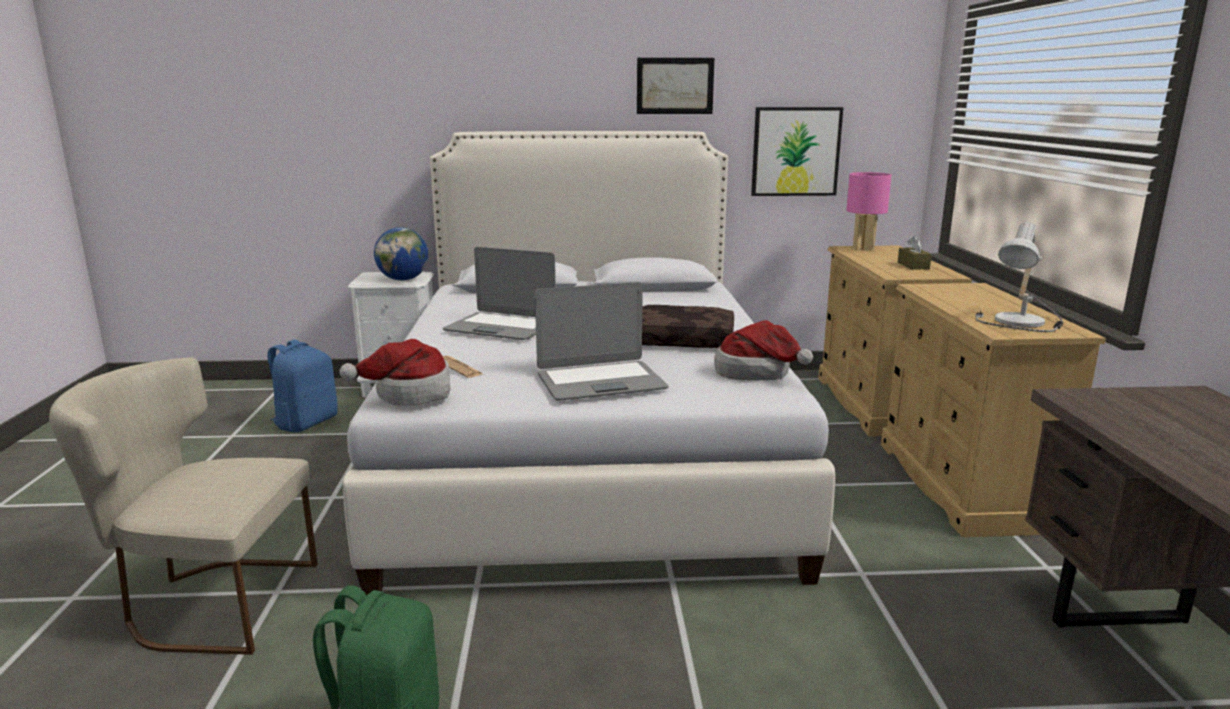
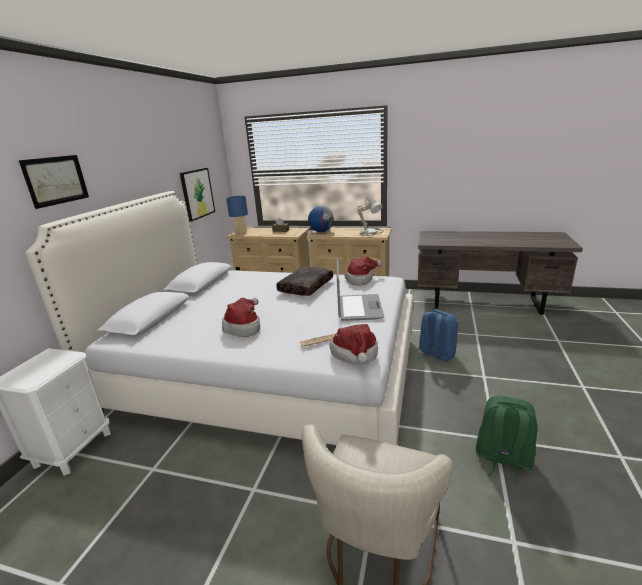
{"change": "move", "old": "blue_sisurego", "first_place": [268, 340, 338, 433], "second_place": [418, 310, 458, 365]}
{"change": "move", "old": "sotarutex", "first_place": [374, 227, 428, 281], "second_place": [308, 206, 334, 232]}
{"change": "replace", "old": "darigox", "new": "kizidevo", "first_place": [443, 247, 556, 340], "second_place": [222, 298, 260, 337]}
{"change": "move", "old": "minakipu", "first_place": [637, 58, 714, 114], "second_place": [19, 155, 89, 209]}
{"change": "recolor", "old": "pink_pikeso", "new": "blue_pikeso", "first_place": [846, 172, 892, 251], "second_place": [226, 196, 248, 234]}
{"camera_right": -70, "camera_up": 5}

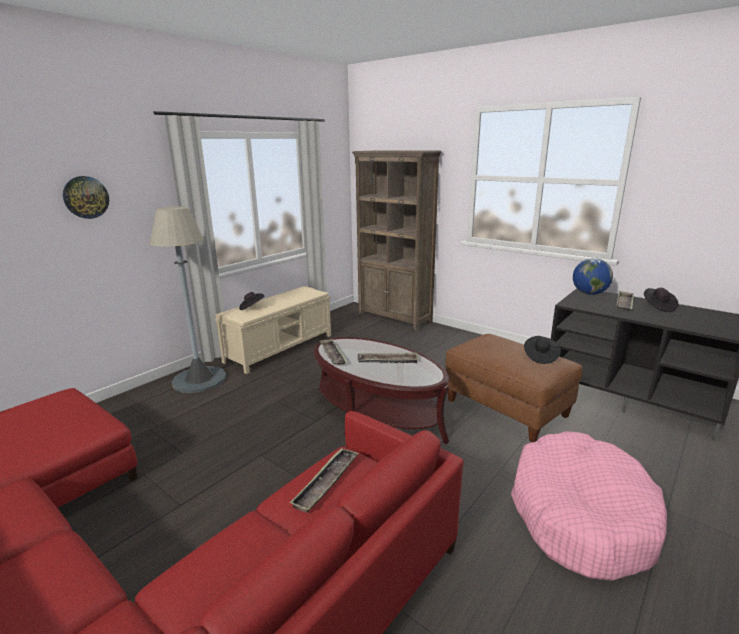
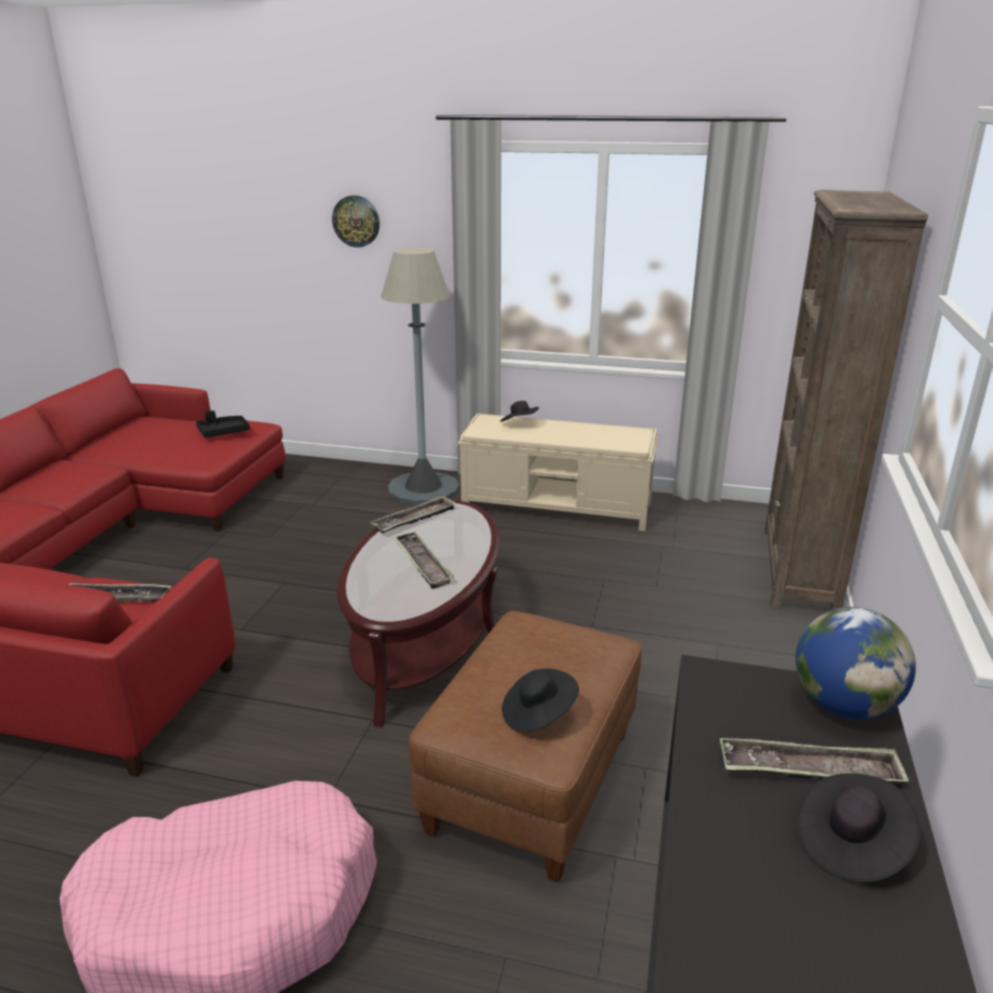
{"change": "insert", "new": "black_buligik", "second_place": [196, 410, 250, 438]}
{"camera_right": 65, "camera_up": 5}

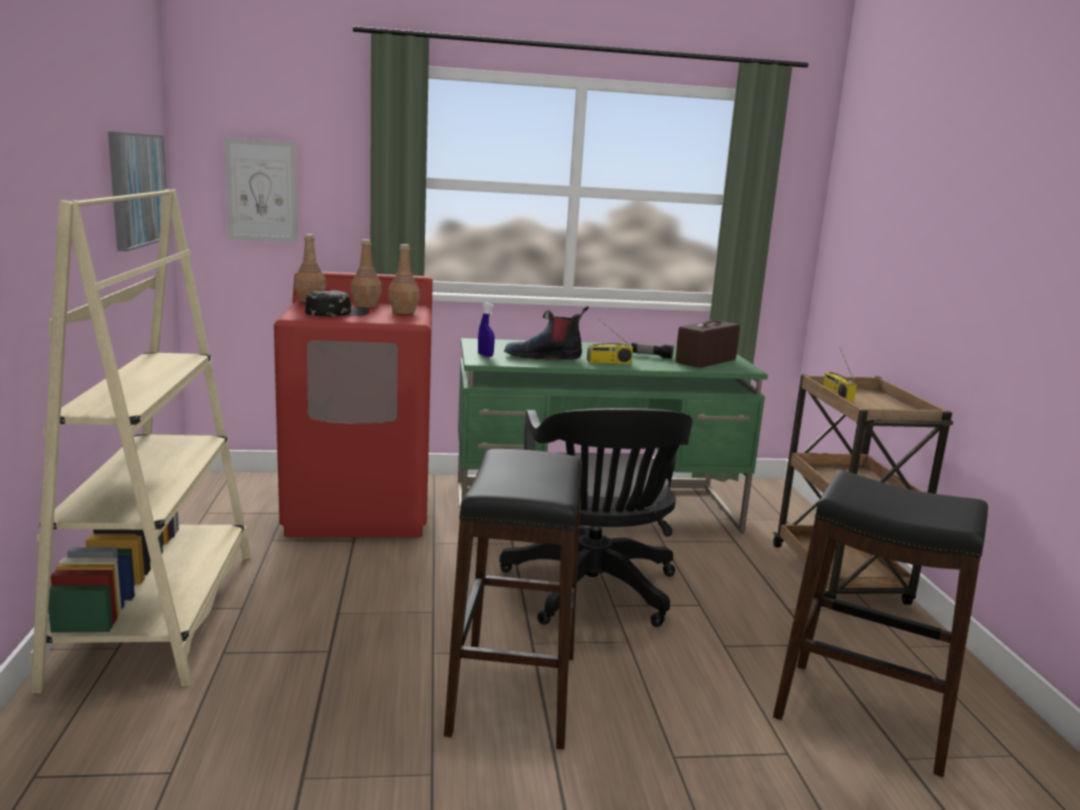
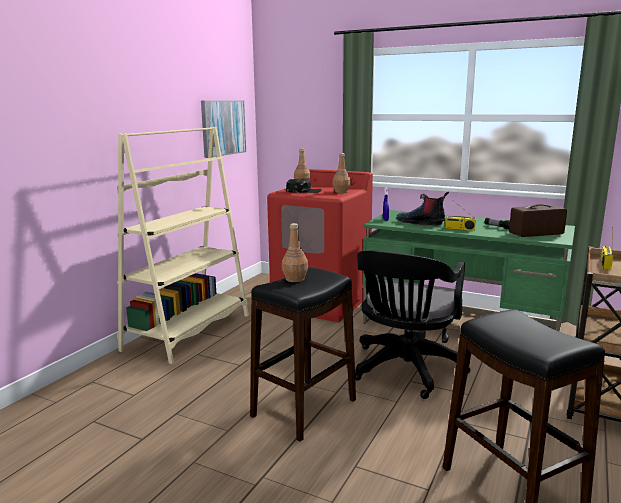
{"change": "delete", "old": "minakipu", "first_place": [224, 138, 297, 243]}
{"change": "move", "old": "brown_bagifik", "first_place": [351, 240, 382, 308], "second_place": [282, 223, 308, 282]}
{"camera_right": 35, "camera_up": 0}

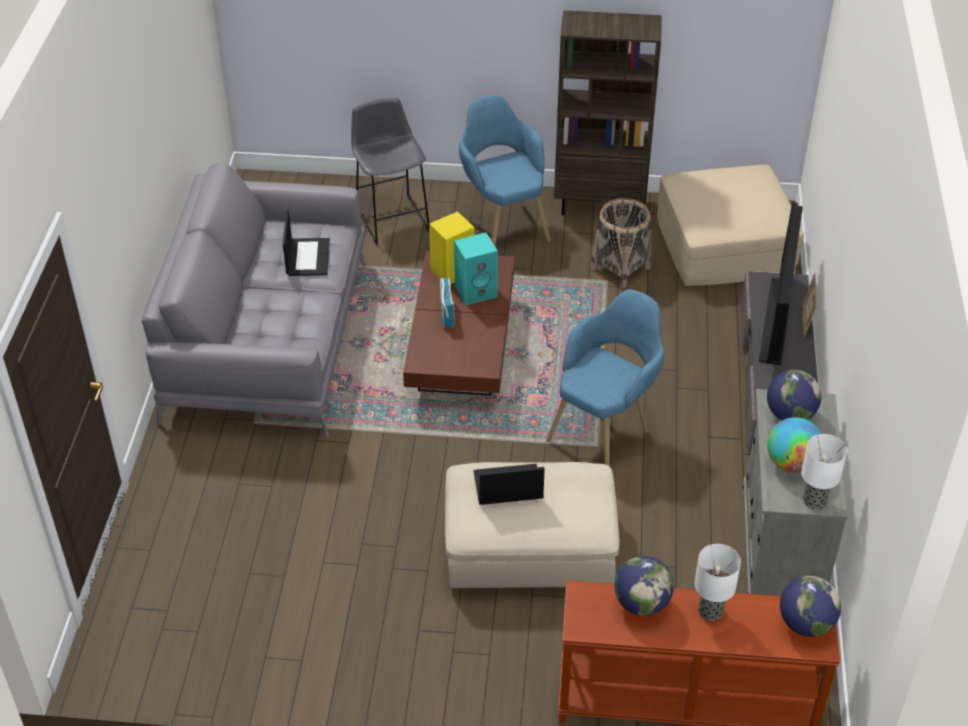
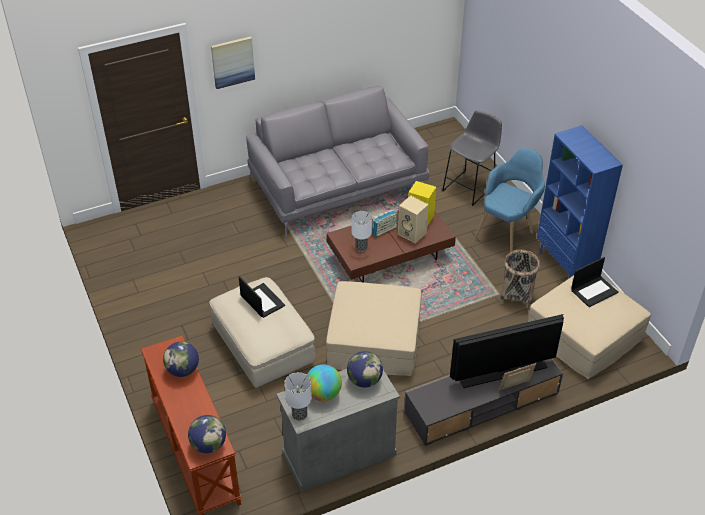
{"change": "move", "old": "darigox", "first_place": [283, 209, 330, 276], "second_place": [571, 257, 618, 307]}
{"change": "recolor", "old": "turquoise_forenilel", "new": "beige_forenilel", "first_place": [454, 233, 498, 305], "second_place": [398, 195, 429, 244]}
{"change": "replace", "old": "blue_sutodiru", "new": "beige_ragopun", "first_place": [546, 289, 664, 466], "second_place": [326, 281, 422, 376]}
{"change": "recolor", "old": "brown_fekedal", "new": "blue_fekedal", "first_place": [554, 10, 662, 215], "second_place": [537, 125, 623, 278]}
{"change": "move", "old": "pikeso", "first_place": [694, 544, 741, 621], "second_place": [351, 211, 372, 252]}
{"change": "insert", "new": "minakipu", "second_place": [211, 36, 255, 89]}
{"camera_right": 60, "camera_up": 0}

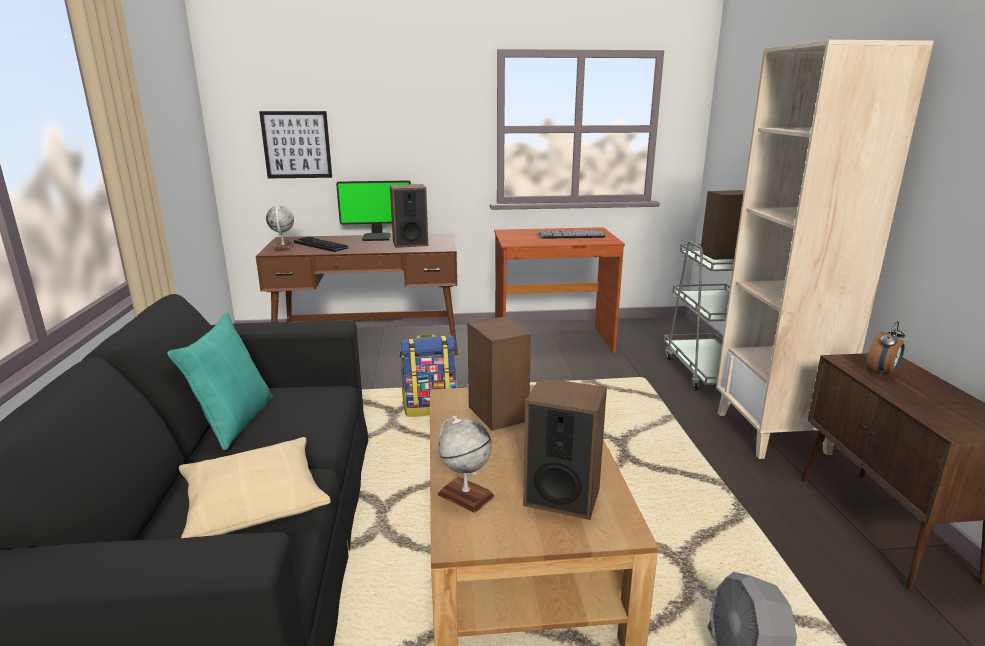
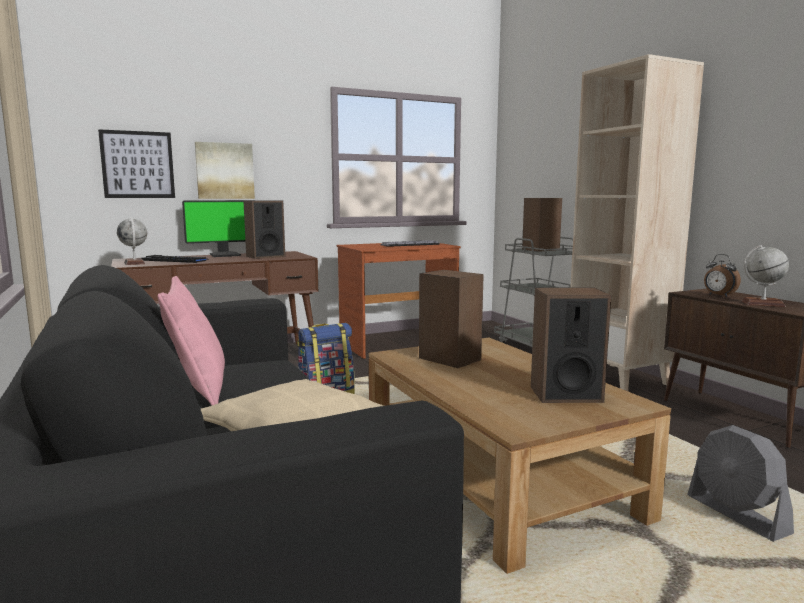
{"change": "recolor", "old": "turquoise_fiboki", "new": "pink_fiboki", "first_place": [167, 312, 273, 450], "second_place": [158, 276, 225, 405]}
{"change": "move", "old": "sotarutex", "first_place": [438, 416, 495, 513], "second_place": [742, 245, 789, 307]}
{"change": "rotate", "old": "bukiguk", "first_place": [866, 321, 905, 376], "second_place": [704, 254, 741, 297], "degrees": 120}
{"change": "insert", "new": "minakipu", "second_place": [195, 142, 255, 199]}
{"camera_right": -20, "camera_up": -10}

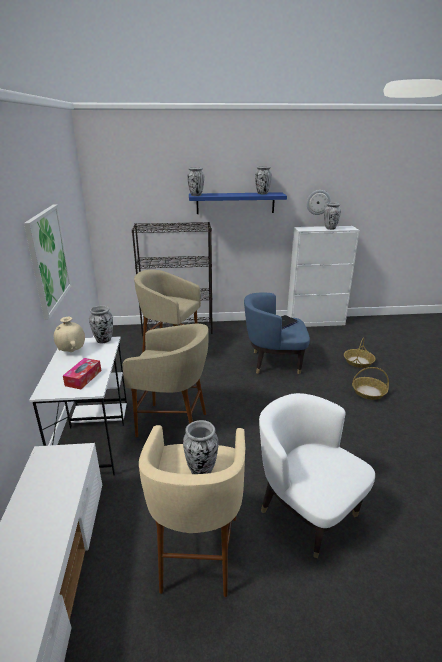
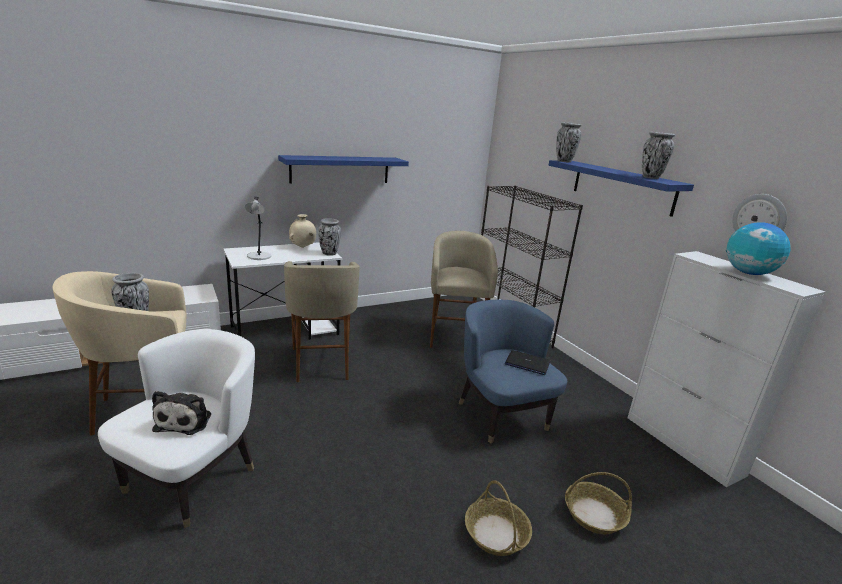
{"change": "replace", "old": "minakipu", "new": "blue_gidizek", "first_place": [24, 204, 72, 320], "second_place": [278, 155, 409, 183]}
{"change": "replace", "old": "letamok", "new": "grey_pikeso", "first_place": [63, 358, 101, 389], "second_place": [245, 197, 271, 260]}
{"change": "replace", "old": "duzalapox", "new": "sotarutex", "first_place": [324, 202, 341, 230], "second_place": [726, 222, 791, 275]}
{"change": "insert", "new": "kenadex", "second_place": [152, 391, 211, 435]}
{"camera_right": 65, "camera_up": -5}

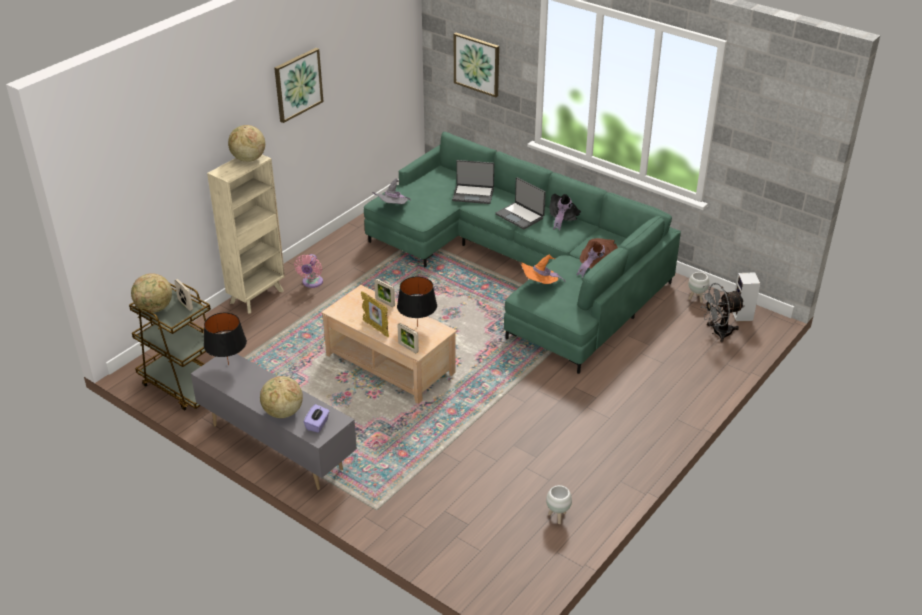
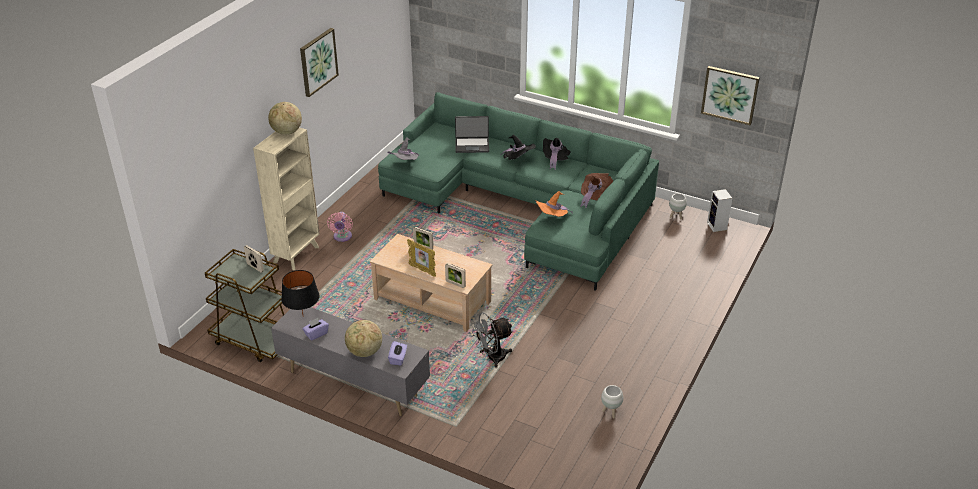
{"change": "delete", "old": "sotarutex", "first_place": [131, 273, 172, 313]}
{"change": "delete", "old": "black_pikeso", "first_place": [397, 277, 437, 327]}
{"change": "move", "old": "minakipu", "first_place": [454, 33, 499, 97], "second_place": [701, 66, 760, 125]}
{"change": "replace", "old": "darigox", "new": "black_kizidevo", "first_place": [495, 177, 546, 229], "second_place": [501, 134, 536, 160]}
{"change": "move", "old": "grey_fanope", "first_place": [700, 283, 744, 342], "second_place": [470, 312, 513, 368]}
{"change": "insert", "new": "purple_letamok", "second_place": [302, 318, 329, 341]}
{"camera_right": -10, "camera_up": 0}

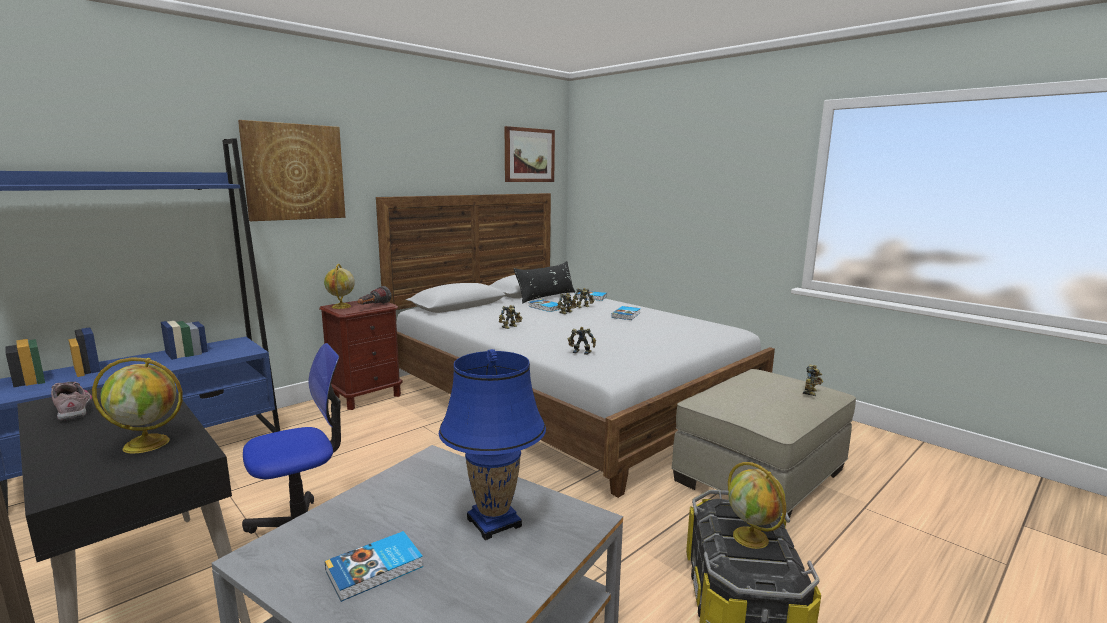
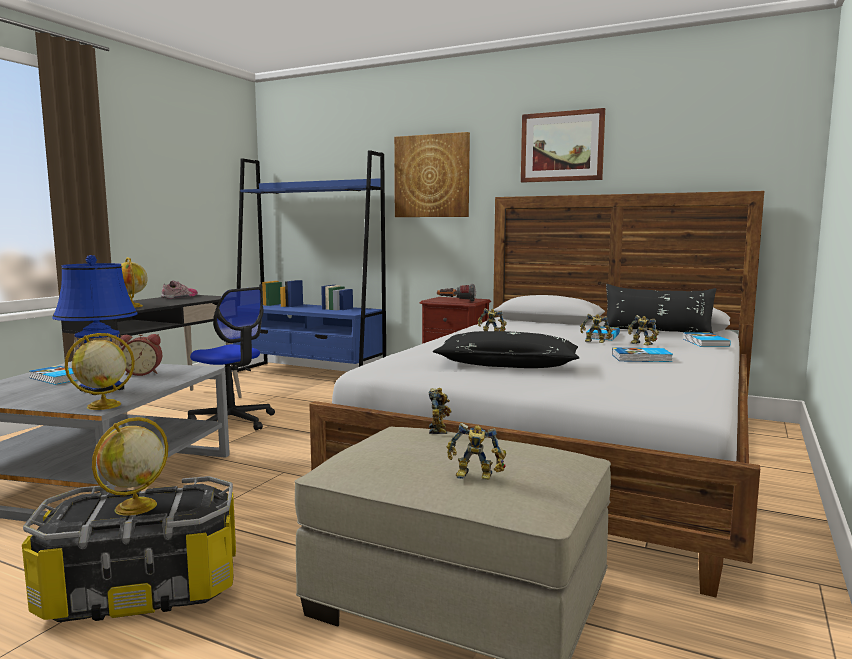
{"change": "move", "old": "sotarutex", "first_place": [324, 264, 355, 309], "second_place": [65, 333, 135, 410]}
{"change": "move", "old": "minakipu", "first_place": [505, 126, 555, 182], "second_place": [521, 108, 605, 183]}
{"change": "move", "old": "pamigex", "first_place": [568, 327, 596, 355], "second_place": [429, 388, 451, 434]}
{"change": "insert", "new": "bukiguk", "second_place": [119, 334, 162, 376]}
{"change": "insert", "new": "black_fiboki", "second_place": [433, 331, 580, 368]}
{"camera_right": 70, "camera_up": -5}

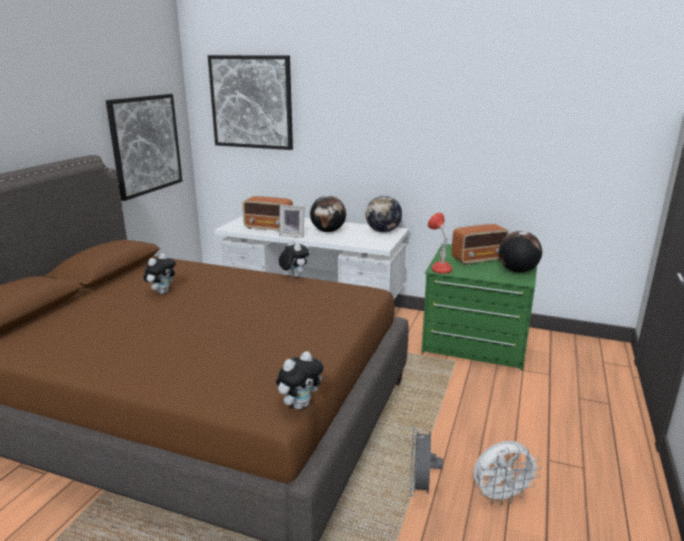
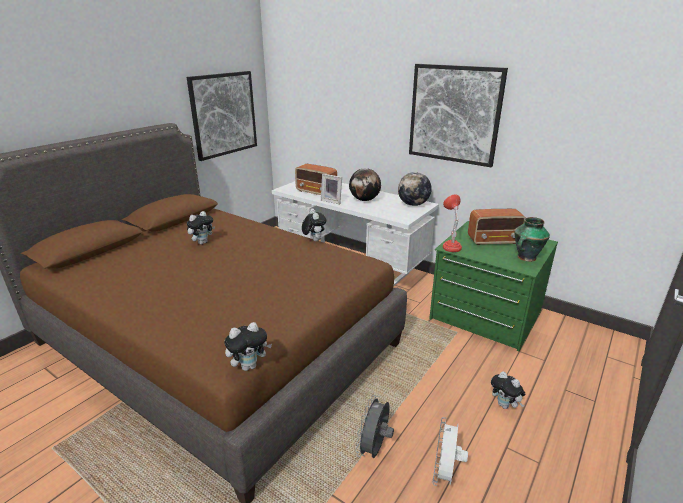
{"change": "move", "old": "minakipu", "first_place": [208, 55, 293, 150], "second_place": [409, 64, 508, 167]}
{"change": "rotate", "old": "white_fanope", "first_place": [473, 441, 542, 505], "second_place": [432, 417, 468, 486], "degrees": 105}
{"change": "replace", "old": "sotarutex", "new": "duzalapox", "first_place": [499, 231, 542, 273], "second_place": [514, 217, 550, 262]}
{"change": "insert", "new": "kenadex", "second_place": [491, 371, 525, 409]}
{"camera_right": 15, "camera_up": 5}

